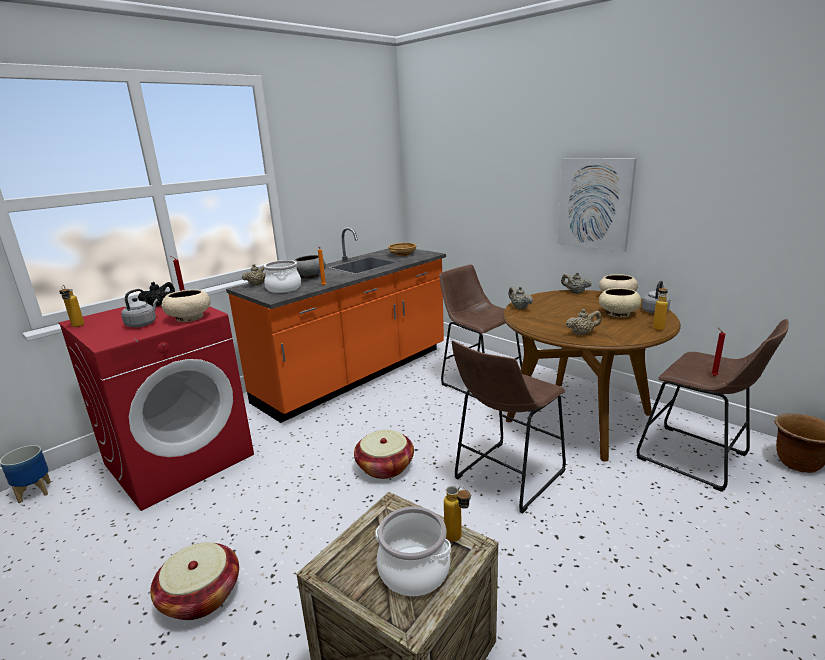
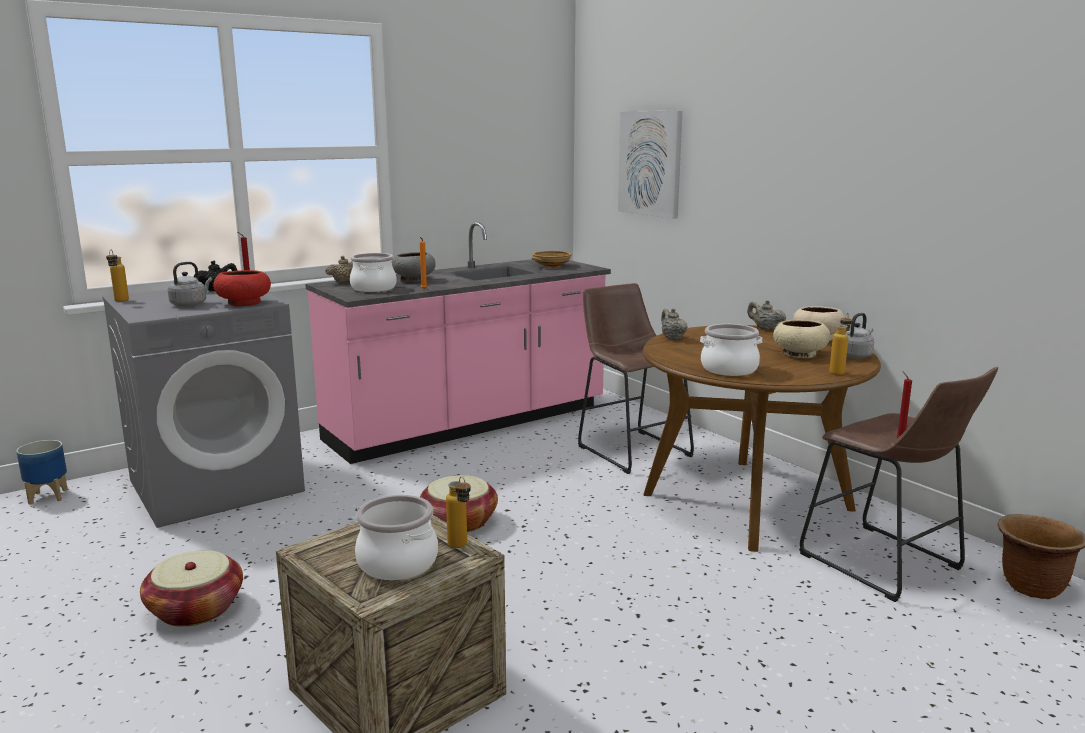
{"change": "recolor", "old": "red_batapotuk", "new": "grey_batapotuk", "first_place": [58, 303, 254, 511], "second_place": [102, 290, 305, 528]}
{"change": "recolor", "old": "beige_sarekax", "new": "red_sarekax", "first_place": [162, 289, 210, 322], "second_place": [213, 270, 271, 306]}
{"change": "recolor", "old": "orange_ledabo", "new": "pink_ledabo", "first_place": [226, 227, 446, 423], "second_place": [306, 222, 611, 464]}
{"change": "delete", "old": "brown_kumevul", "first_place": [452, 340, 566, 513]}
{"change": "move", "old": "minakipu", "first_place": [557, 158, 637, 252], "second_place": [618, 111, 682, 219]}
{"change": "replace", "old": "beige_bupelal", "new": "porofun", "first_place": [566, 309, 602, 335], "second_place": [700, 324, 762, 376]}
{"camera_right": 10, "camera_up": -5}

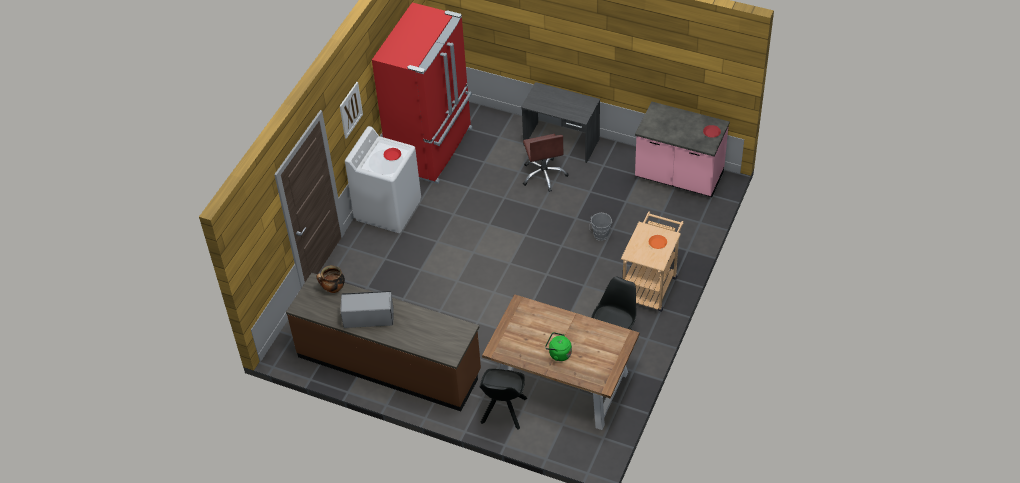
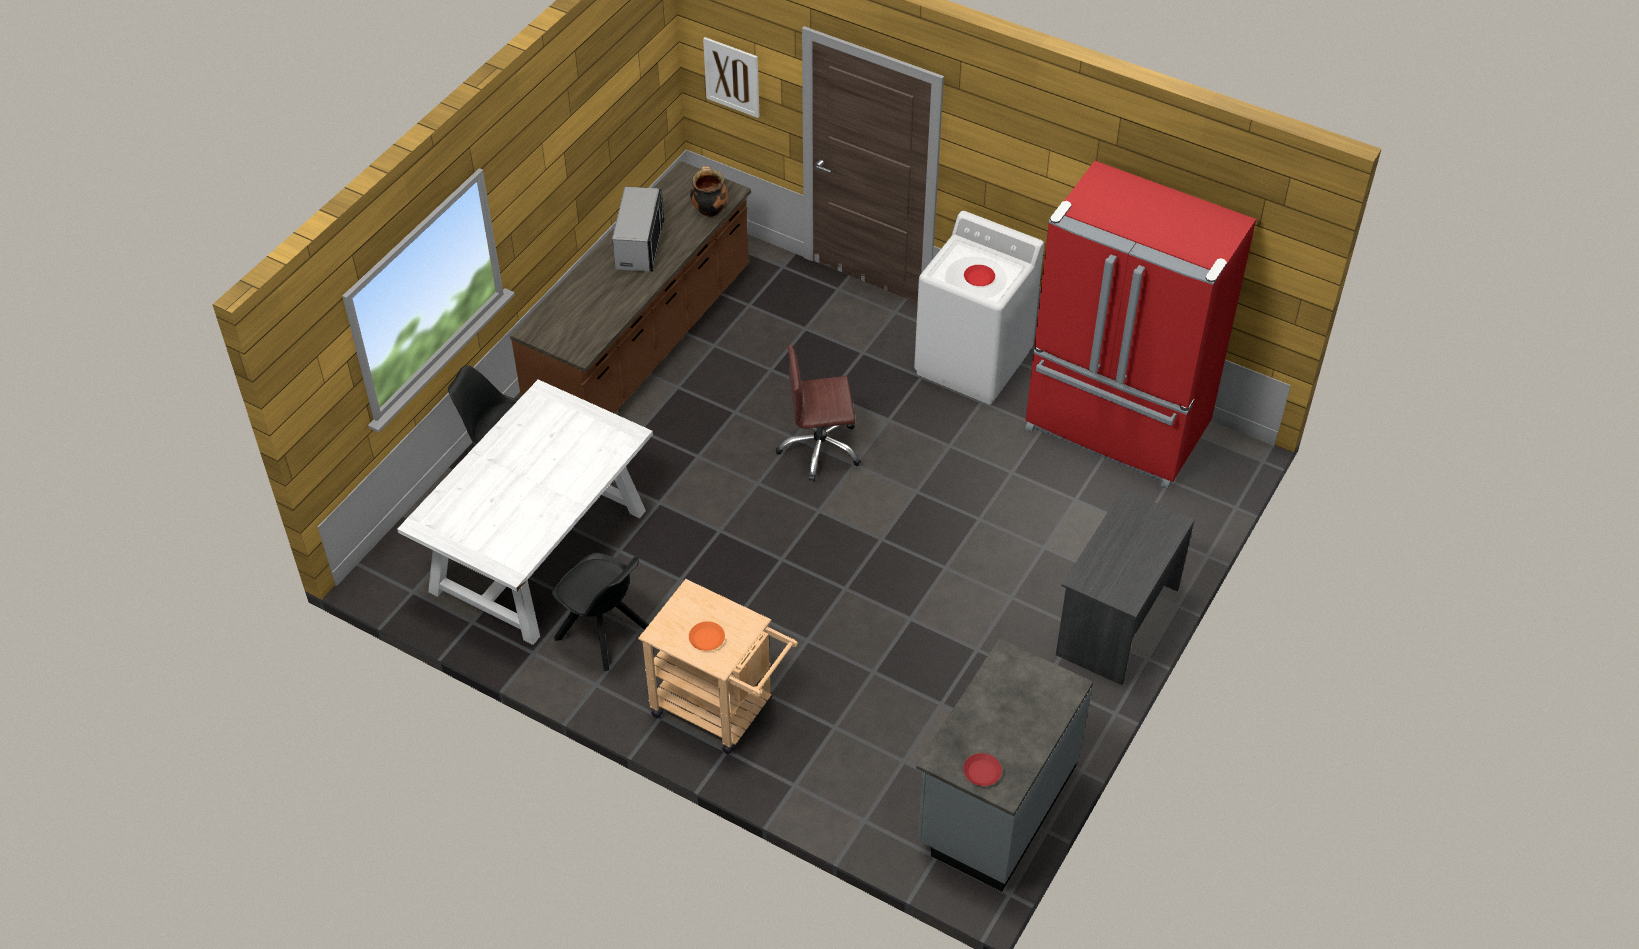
{"change": "move", "old": "minakipu", "first_place": [340, 82, 363, 139], "second_place": [703, 37, 759, 118]}
{"change": "recolor", "old": "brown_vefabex", "new": "white_vefabex", "first_place": [482, 294, 640, 430], "second_place": [397, 380, 653, 645]}
{"change": "move", "old": "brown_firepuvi", "first_place": [523, 134, 568, 192], "second_place": [776, 345, 861, 481]}
{"change": "delete", "old": "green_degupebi", "first_place": [545, 332, 572, 361]}
{"change": "delete", "old": "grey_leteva", "first_place": [589, 213, 612, 241]}
{"change": "recolor", "old": "pink_ledabo", "new": "grey_ledabo", "first_place": [635, 102, 730, 197], "second_place": [916, 638, 1093, 892]}
{"camera_right": 95, "camera_up": 0}

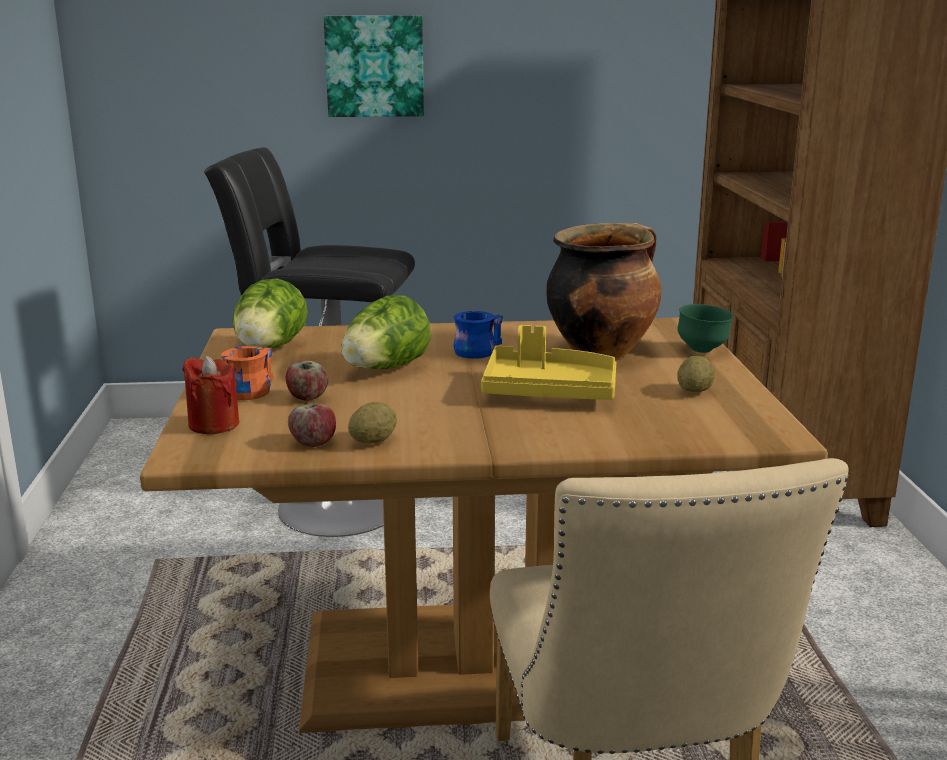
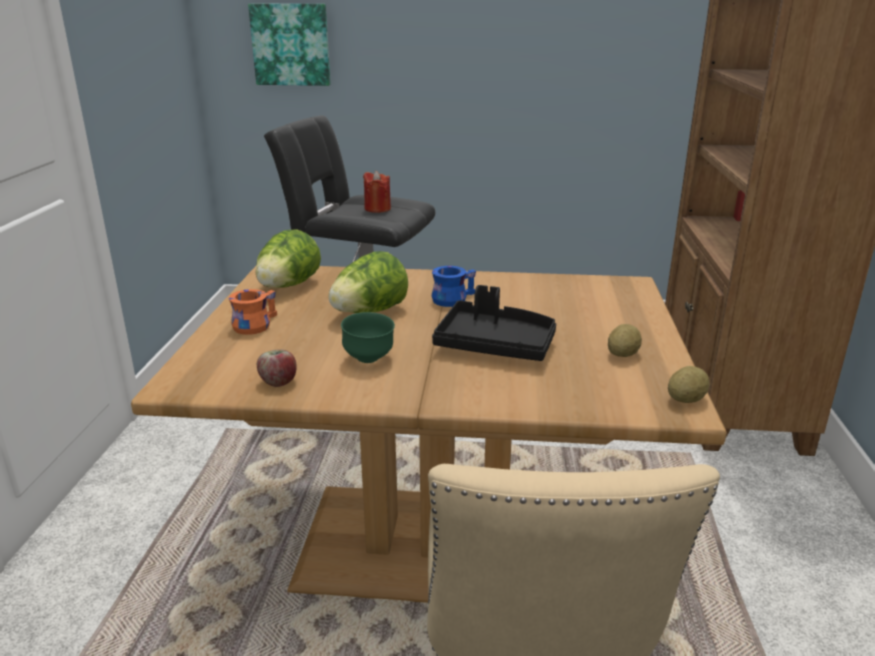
{"change": "move", "old": "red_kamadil", "first_place": [182, 356, 239, 434], "second_place": [363, 171, 391, 213]}
{"change": "delete", "old": "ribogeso", "first_place": [286, 361, 328, 401]}
{"change": "move", "old": "minakipu", "first_place": [324, 15, 424, 117], "second_place": [248, 4, 331, 86]}
{"change": "move", "old": "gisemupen", "first_place": [348, 402, 397, 444], "second_place": [668, 366, 710, 403]}
{"change": "recolor", "old": "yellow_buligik", "new": "black_buligik", "first_place": [481, 325, 616, 400], "second_place": [432, 285, 556, 361]}
{"change": "delete", "old": "porofun", "first_place": [546, 223, 661, 359]}
{"change": "move", "old": "green_sarekax", "first_place": [678, 304, 733, 353], "second_place": [341, 312, 395, 363]}
{"camera_right": 10, "camera_up": 5}

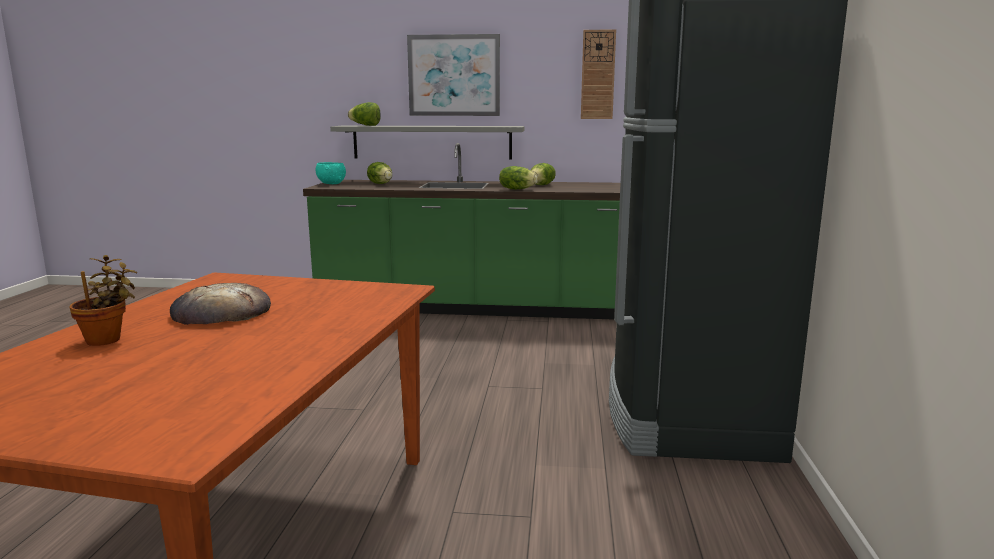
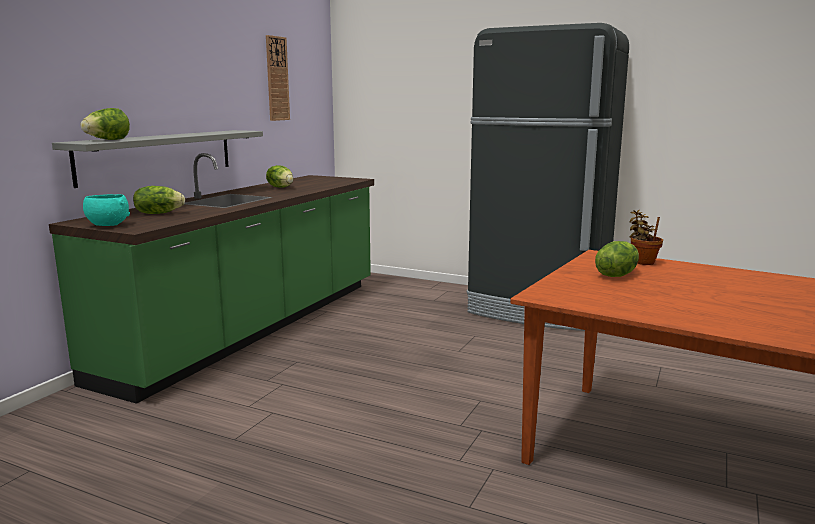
{"change": "move", "old": "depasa", "first_place": [69, 255, 137, 346], "second_place": [629, 210, 663, 265]}
{"change": "delete", "old": "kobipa", "first_place": [170, 283, 271, 325]}
{"change": "delete", "old": "minakipu", "first_place": [407, 34, 500, 116]}
{"change": "move", "old": "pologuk", "first_place": [499, 166, 538, 189], "second_place": [595, 241, 639, 277]}
{"camera_right": -70, "camera_up": 0}

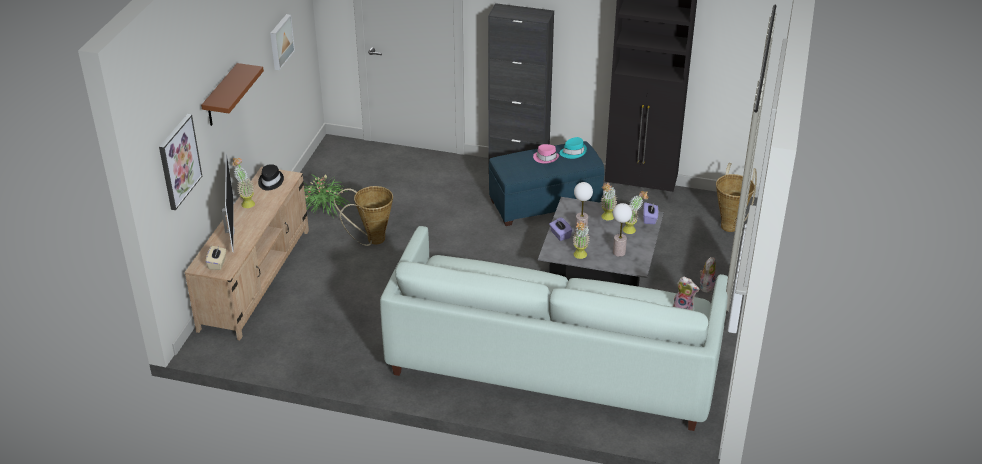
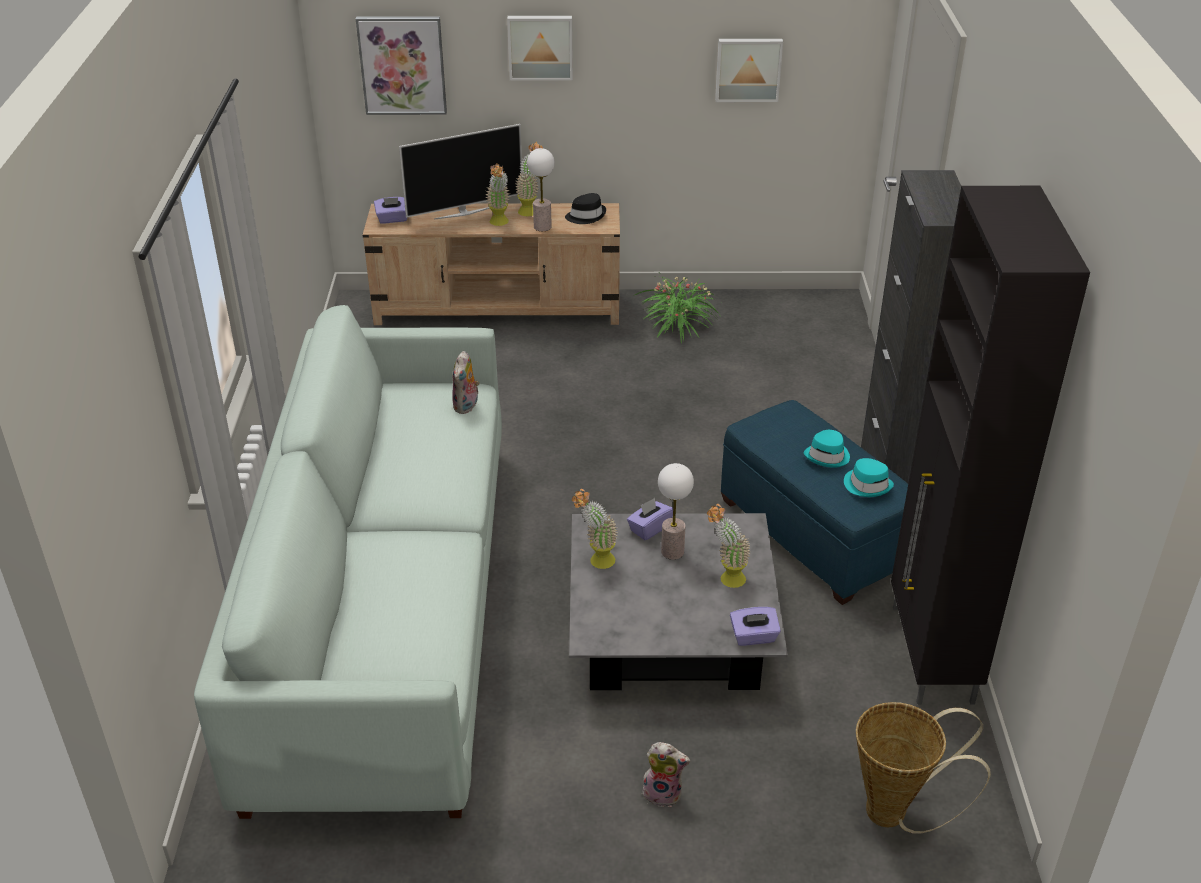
{"change": "replace", "old": "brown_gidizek", "new": "minakipu", "first_place": [201, 63, 264, 126], "second_place": [507, 16, 573, 80]}
{"change": "recolor", "old": "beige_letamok", "new": "purple_letamok", "first_place": [206, 246, 226, 270], "second_place": [374, 197, 408, 224]}
{"change": "delete", "old": "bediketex", "first_place": [334, 186, 393, 246]}
{"change": "recolor", "old": "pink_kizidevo", "new": "turquoise_kizidevo", "first_place": [533, 144, 559, 164], "second_place": [804, 430, 850, 468]}
{"change": "move", "old": "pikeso", "first_place": [613, 203, 632, 257], "second_place": [527, 148, 555, 231]}
{"change": "move", "old": "depasa", "first_place": [623, 191, 648, 234], "second_place": [485, 163, 510, 226]}
{"change": "move", "old": "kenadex", "first_place": [673, 277, 699, 311], "second_place": [452, 351, 480, 414]}
{"camera_right": 75, "camera_up": 0}

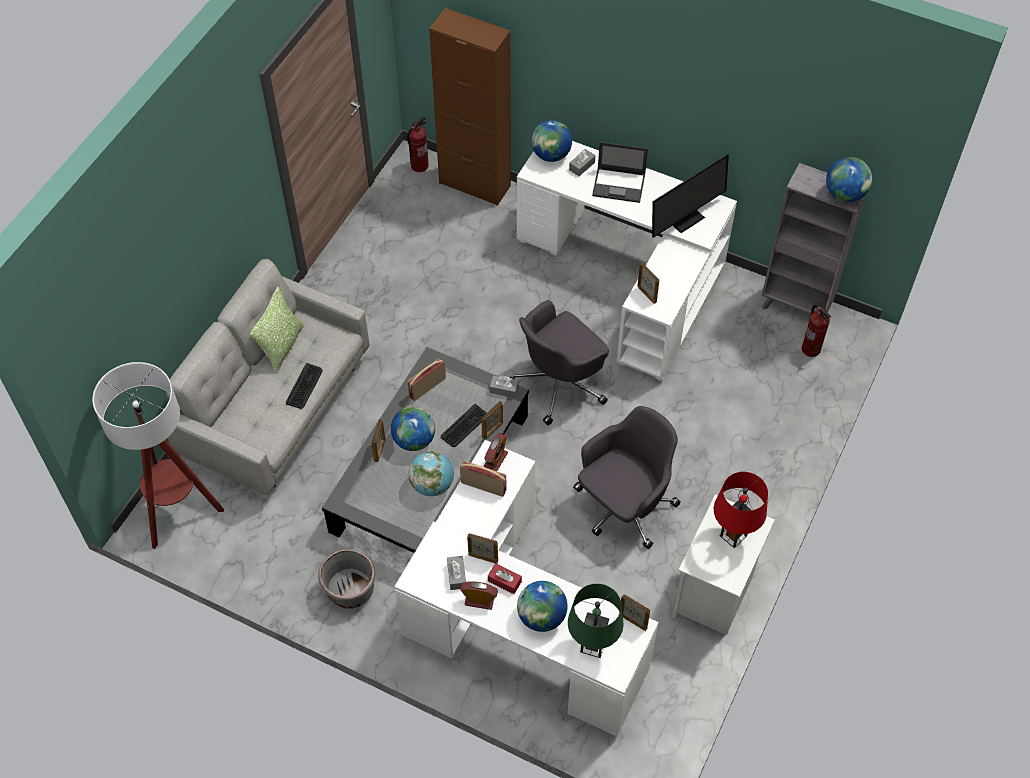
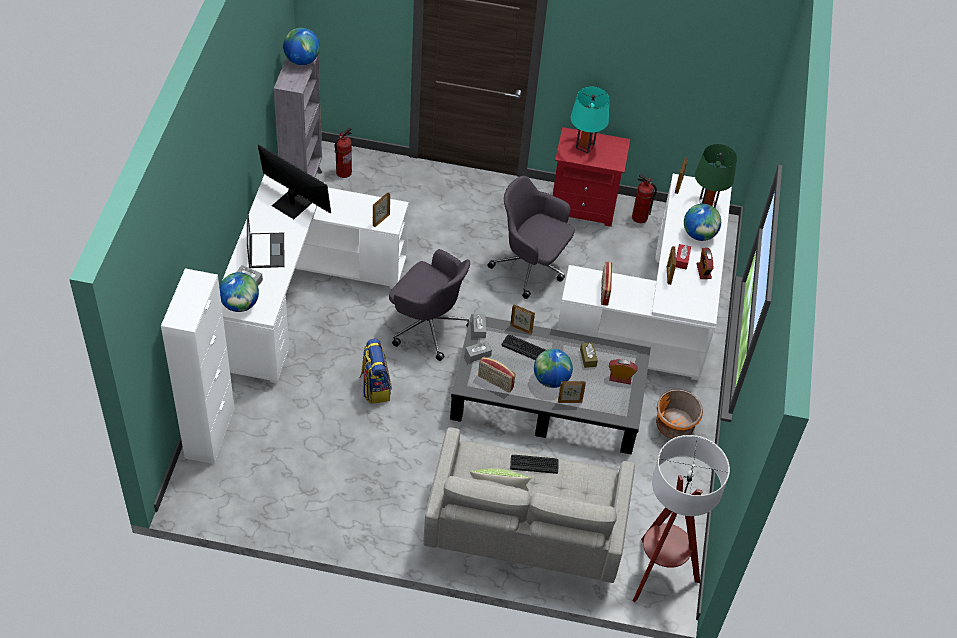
{"change": "recolor", "old": "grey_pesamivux", "new": "orange_pesamivux", "first_place": [318, 549, 376, 608], "second_place": [656, 389, 703, 439]}
{"change": "move", "old": "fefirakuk", "first_place": [407, 116, 429, 172], "second_place": [632, 174, 657, 223]}
{"change": "replace", "old": "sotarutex", "new": "brown_letamok", "first_place": [409, 451, 454, 496], "second_place": [580, 342, 598, 368]}
{"change": "recolor", "old": "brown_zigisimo", "new": "white_zigisimo", "first_place": [429, 8, 511, 206], "second_place": [161, 268, 235, 464]}
{"change": "move", "old": "grey_letamok", "first_place": [447, 556, 466, 590], "second_place": [465, 341, 492, 363]}
{"change": "move", "old": "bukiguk", "first_place": [484, 433, 508, 471], "second_place": [609, 359, 638, 384]}
{"change": "recolor", "old": "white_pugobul", "new": "red_pugobul", "first_place": [673, 495, 775, 635], "second_place": [553, 127, 630, 227]}
{"change": "recolor", "old": "red_pikeso", "new": "turquoise_pikeso", "first_place": [714, 472, 768, 548], "second_place": [571, 87, 609, 154]}
{"change": "insert", "new": "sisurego", "second_place": [360, 338, 392, 404]}
{"camera_right": -110, "camera_up": -5}

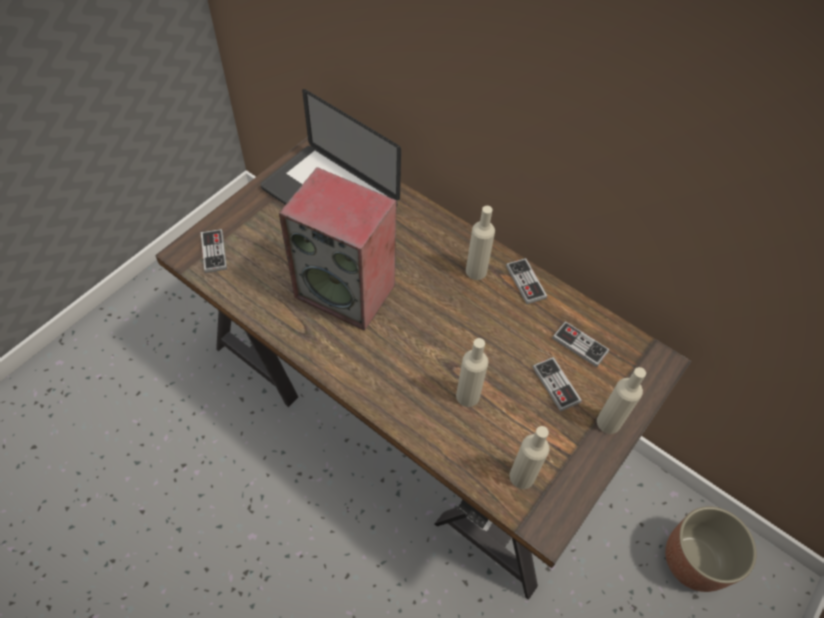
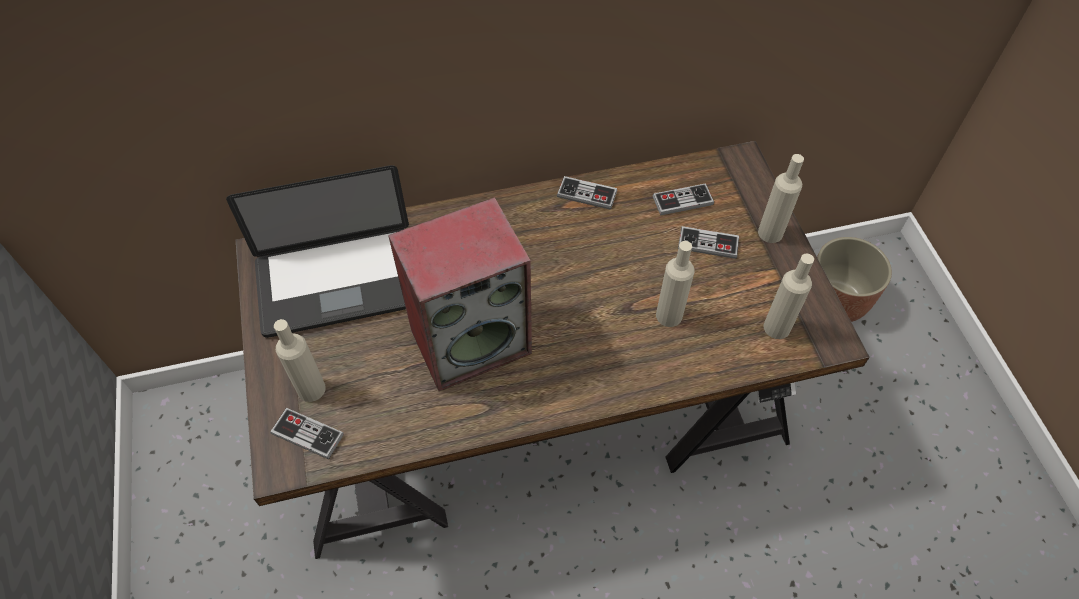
{"change": "move", "old": "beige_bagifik", "first_place": [466, 206, 495, 280], "second_place": [274, 319, 326, 402]}
{"camera_right": -50, "camera_up": 0}

